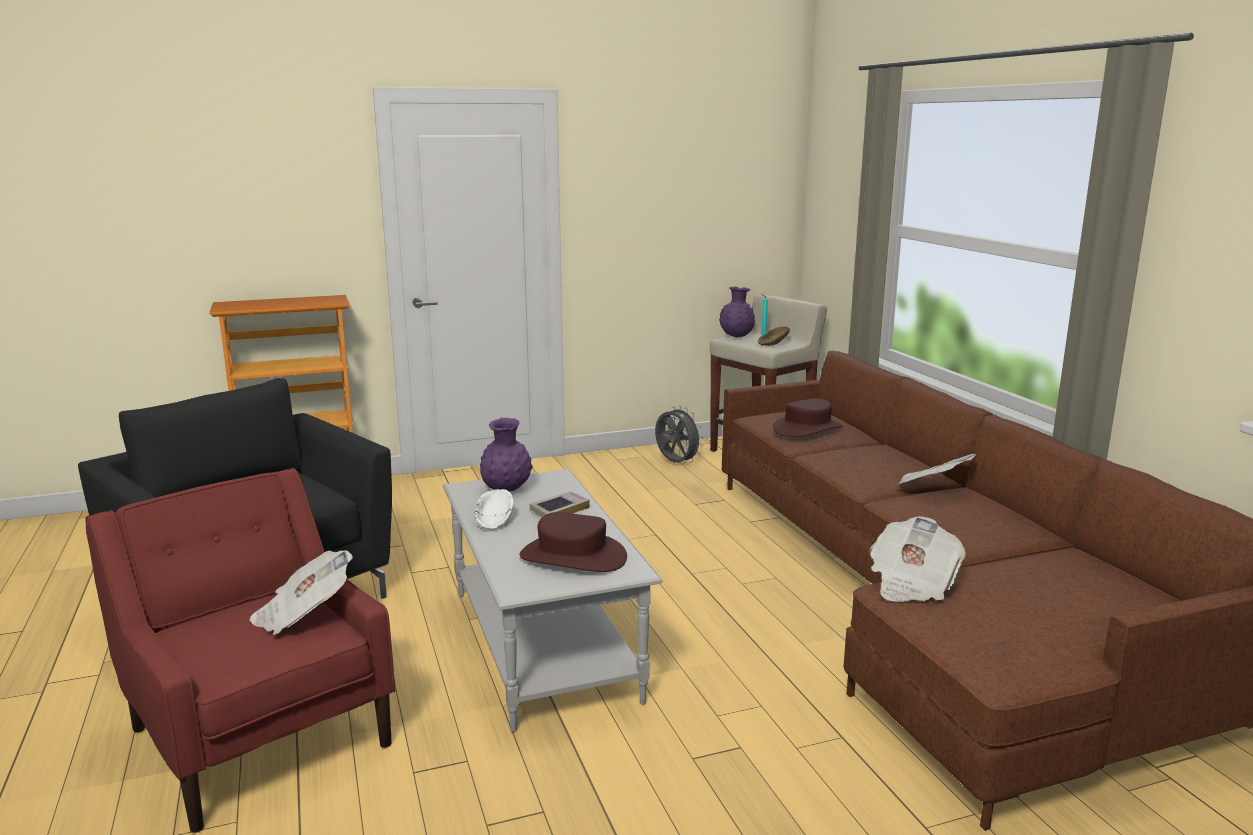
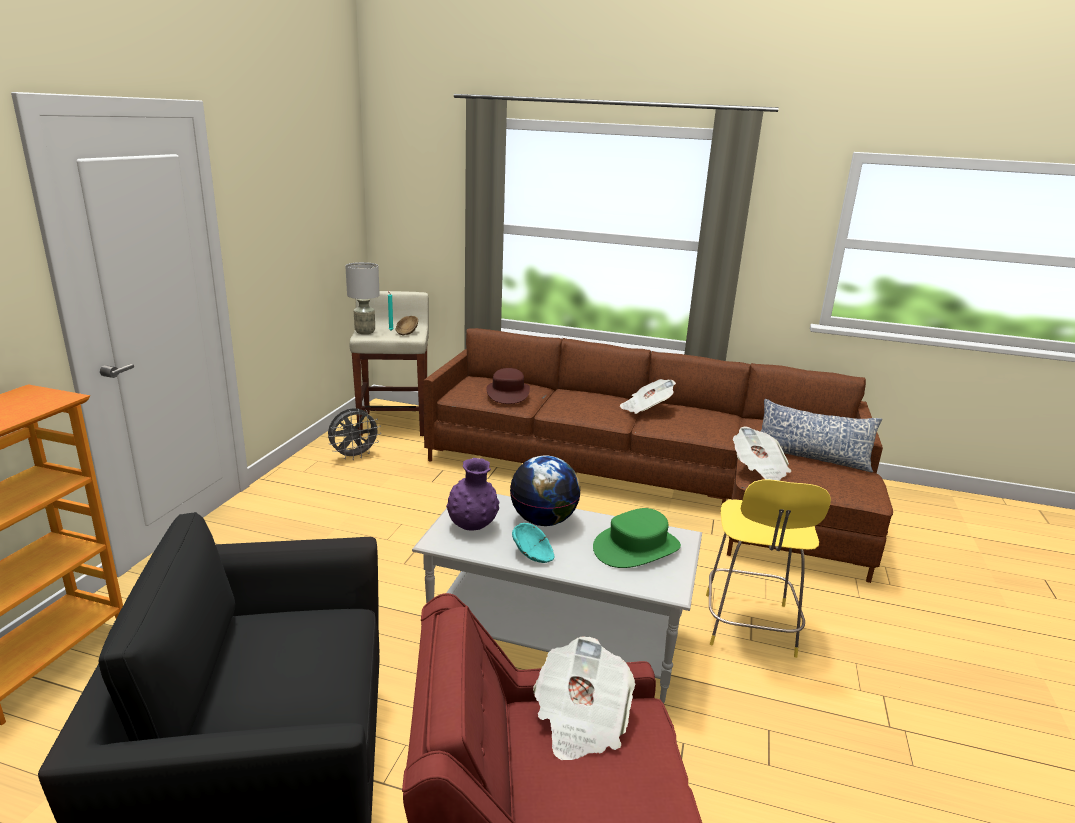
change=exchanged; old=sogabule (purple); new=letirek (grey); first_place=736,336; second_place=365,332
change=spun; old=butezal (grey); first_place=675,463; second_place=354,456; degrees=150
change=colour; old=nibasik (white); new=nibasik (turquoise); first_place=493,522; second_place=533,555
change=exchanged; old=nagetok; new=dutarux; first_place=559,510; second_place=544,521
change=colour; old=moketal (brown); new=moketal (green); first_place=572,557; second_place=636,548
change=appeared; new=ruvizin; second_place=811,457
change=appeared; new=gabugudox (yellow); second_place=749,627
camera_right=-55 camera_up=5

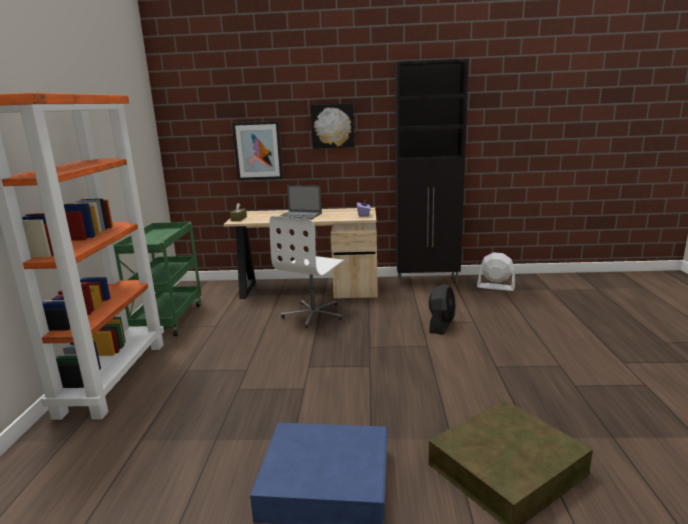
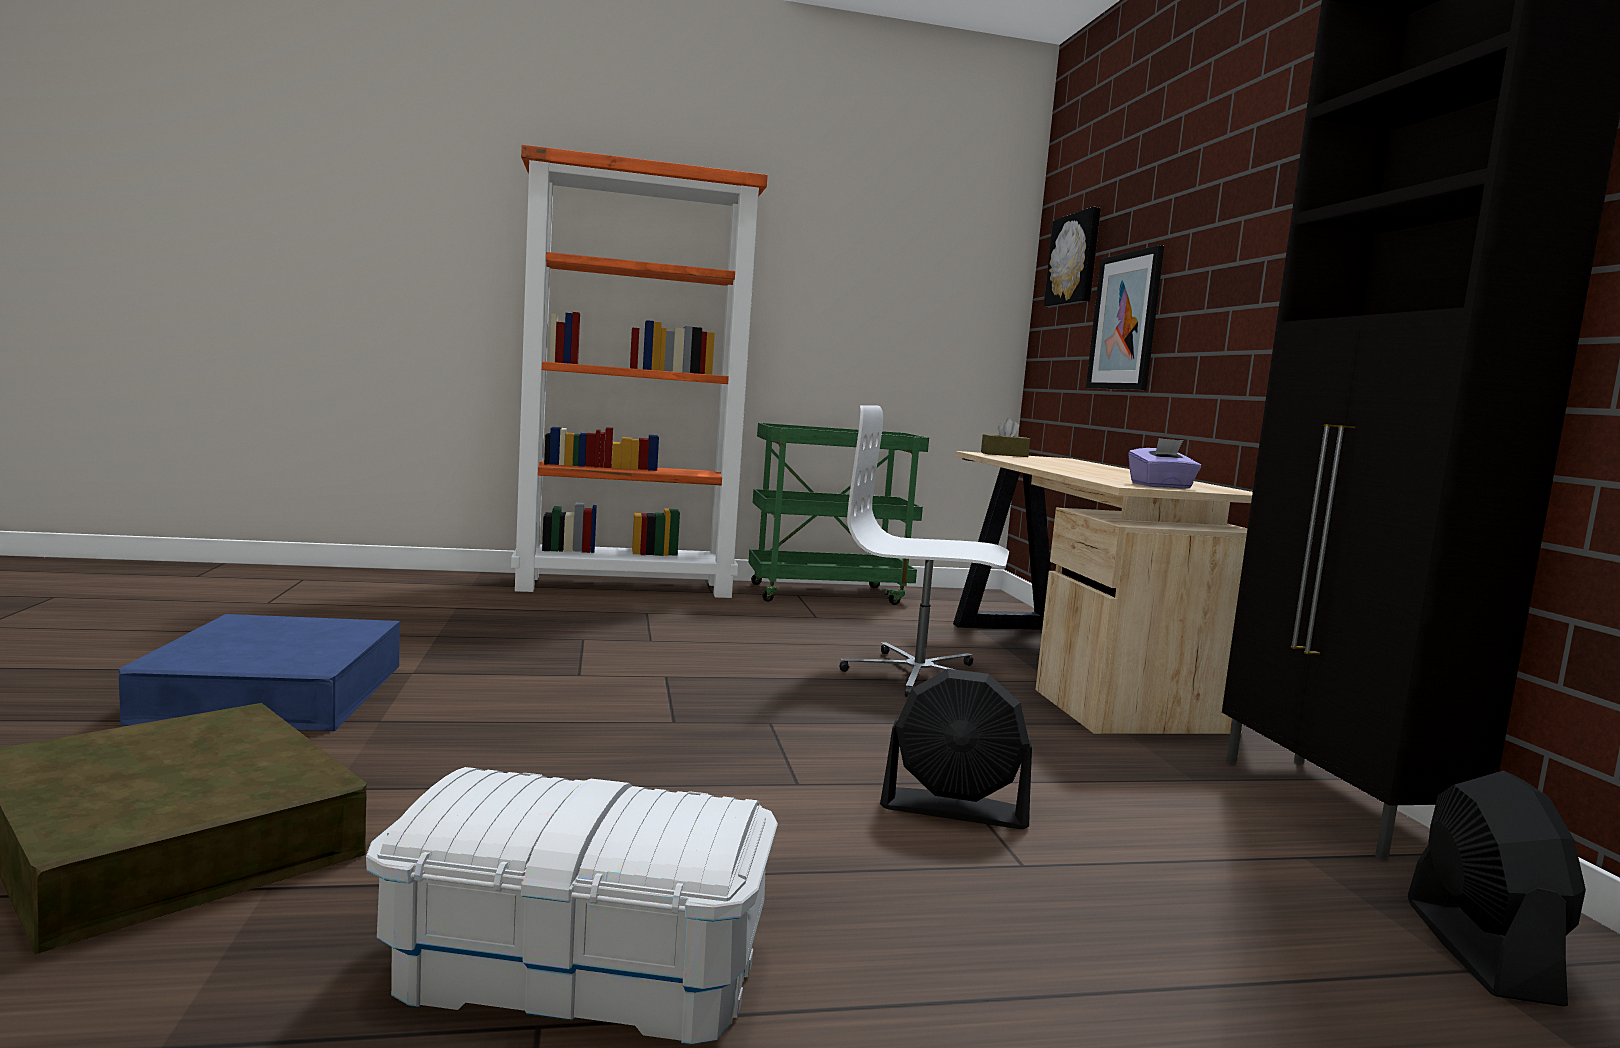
change=relocated; old=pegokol; first_place=333,126; second_place=1075,259
change=missing; old=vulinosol; first_place=300,215
change=colour; old=butezal (white); new=butezal (black); first_place=495,287; second_place=1479,949
change=appeared; new=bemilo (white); second_place=577,971
camera_right=75 camera_up=-10

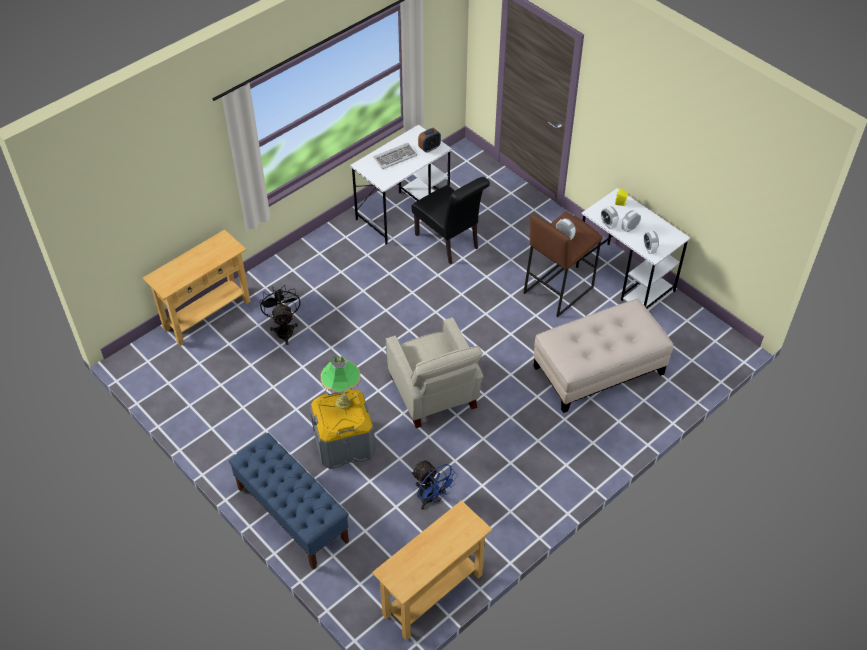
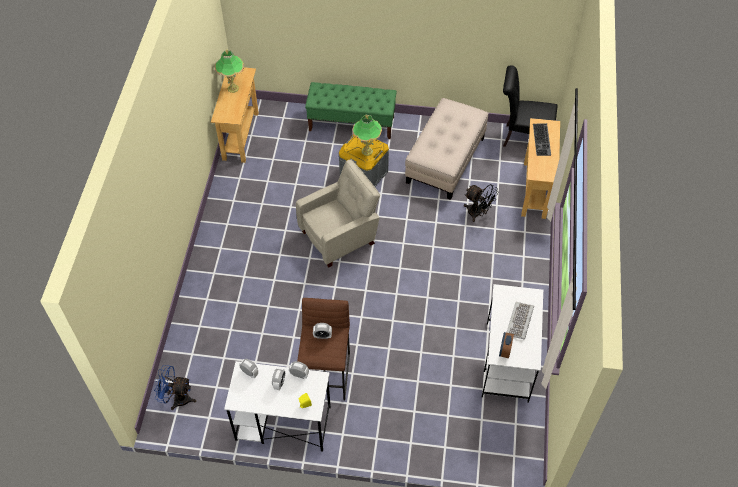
change=relocated; old=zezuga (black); first_place=449,243; second_place=523,138
change=relocated; old=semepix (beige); first_place=598,370; second_place=445,160
change=spun; old=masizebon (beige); first_place=434,394; second_place=340,236; degrees=120
change=colour; old=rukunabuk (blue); new=rukunabuk (green); first_place=292,515; second_place=352,123
change=relocated; old=butezal (blue); first_place=431,498; second_place=177,398
change=appeared; new=letirek; second_place=233,88
change=appeared; new=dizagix; second_place=542,140
camera_right=140 camera_up=5

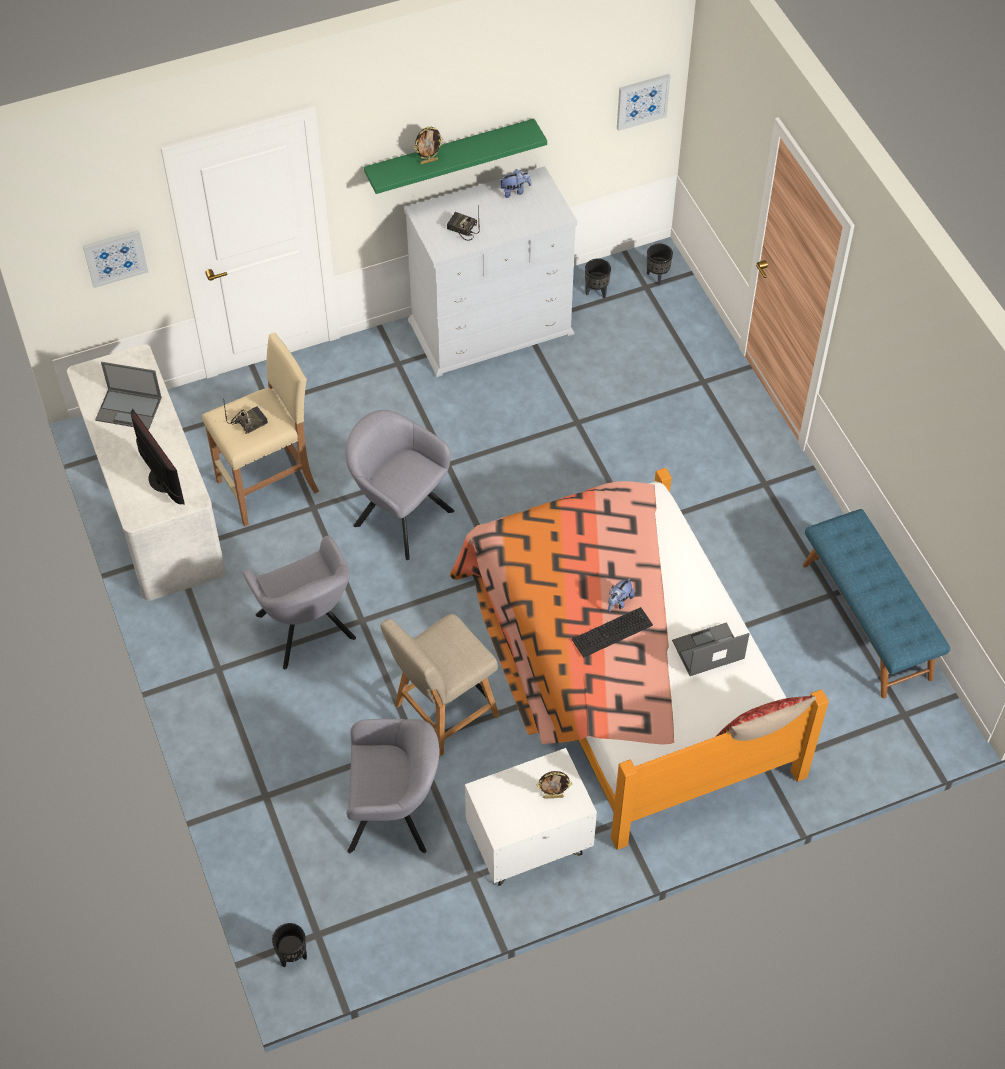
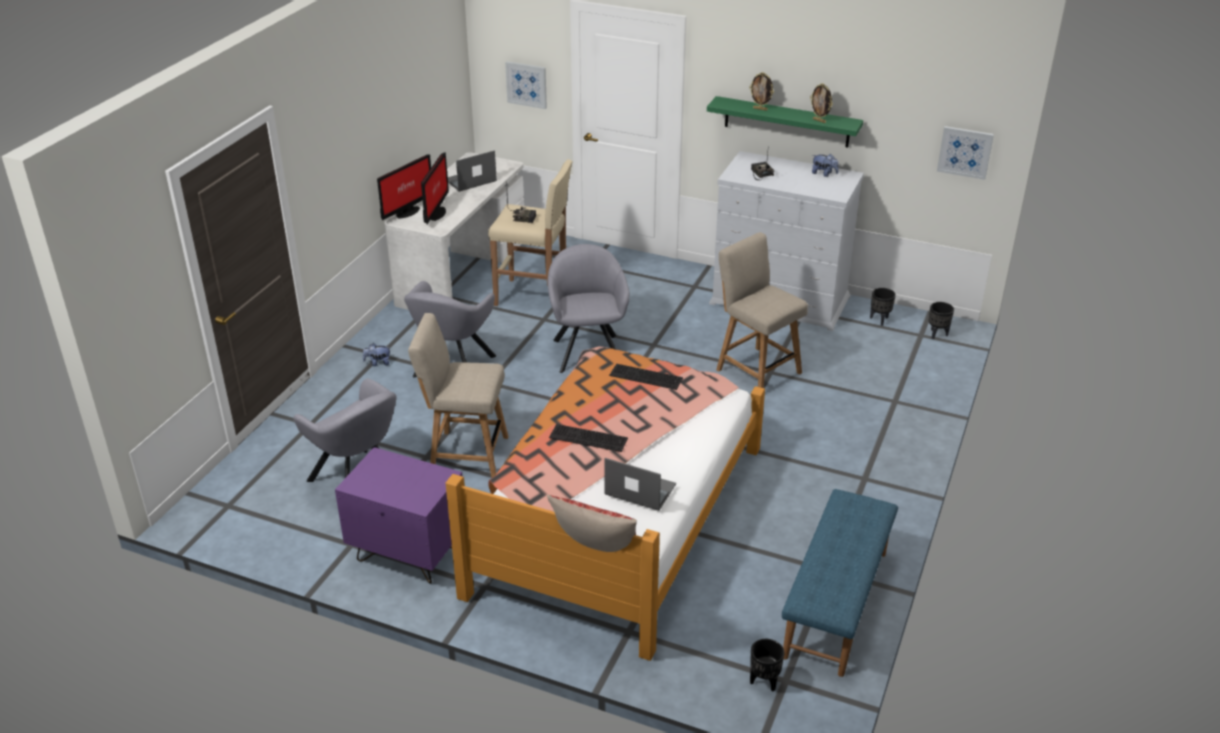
change=spun; old=vulinosol; first_place=129,409; second_place=470,180; degrees=90
change=relocated; old=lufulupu; first_place=619,602; second_place=378,363
change=colour; old=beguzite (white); new=beguzite (purple); first_place=528,846; second_place=407,555
change=relocated; old=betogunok; first_place=553,796; second_place=819,121
change=relocated; old=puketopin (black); first_place=293,956; second_place=764,682
change=appeared; new=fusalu; second_place=406,212
change=appeared; new=zezuga (beige); second_place=755,369
change=appeared; new=dizagix; second_place=644,377
camera_right=45 camera_up=-20

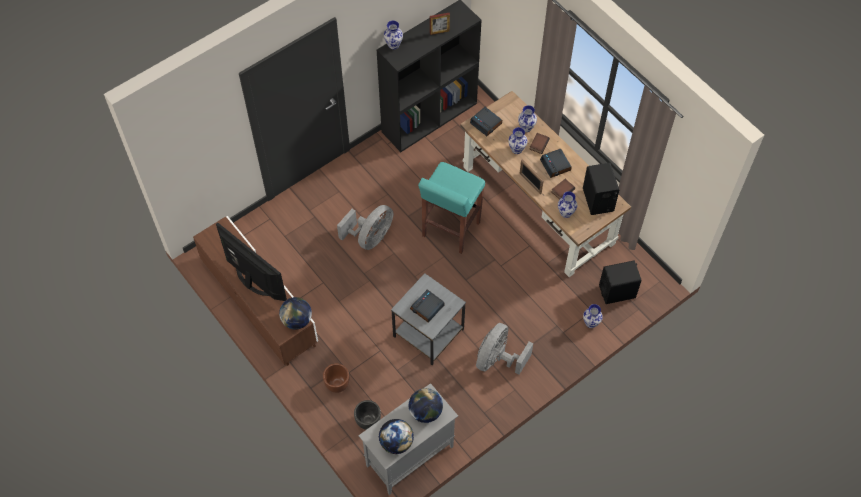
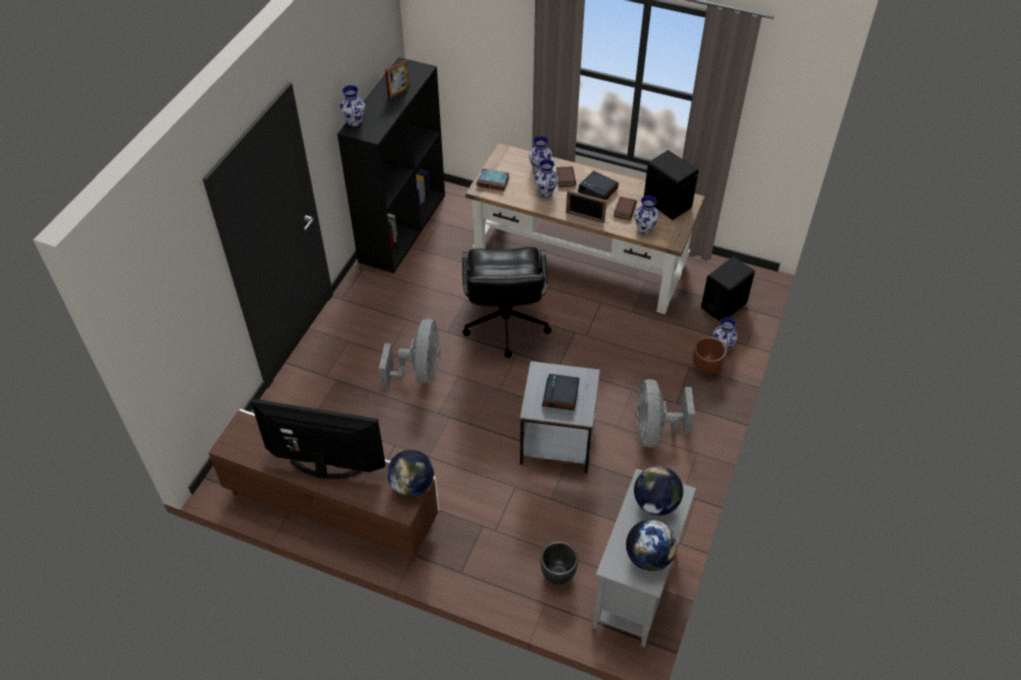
change=exchanged; old=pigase; new=nagetok; first_place=486,123; second_place=494,182
change=exchanged; old=gabugudox (turquoise); new=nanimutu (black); first_place=450,230; second_place=505,325
change=relocated; old=puketopin (brown); first_place=337,385; second_place=706,367
camera_right=-30 camera_up=-10

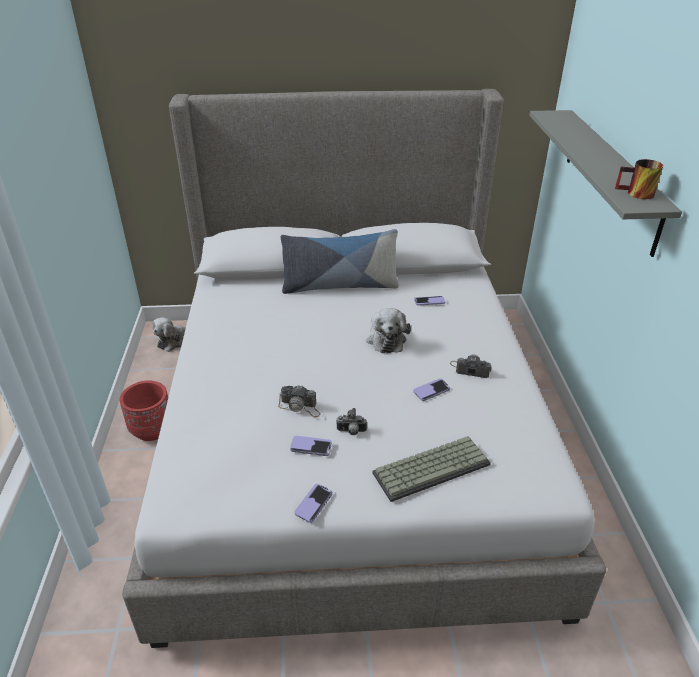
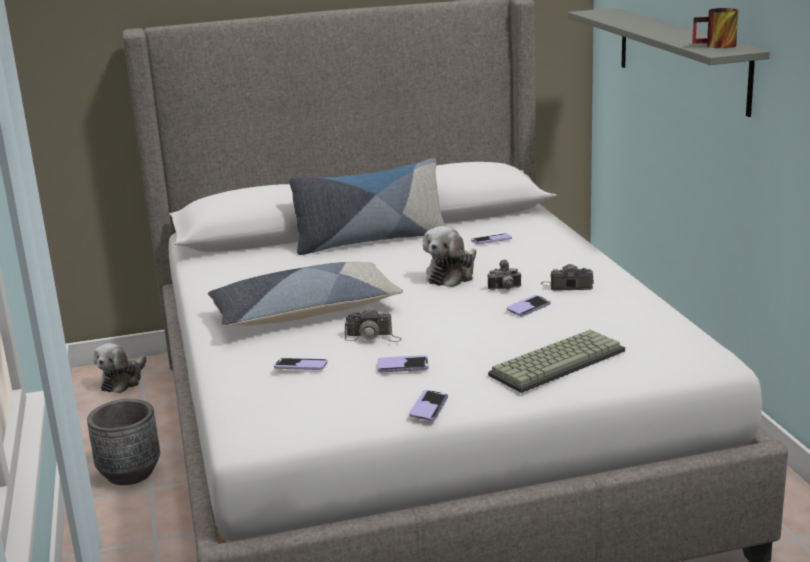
change=spun; old=lufulupu; first_place=386,339; second_place=452,275; degrees=45
change=colour; old=puketopin (red); new=puketopin (grey); first_place=152,430; second_place=130,473
change=relocated; old=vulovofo; first_place=351,432; second_place=505,289
change=appeared; new=ruvizin; second_place=304,312
change=appeared; new=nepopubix; second_place=301,366
camera_right=-10 camera_up=-15

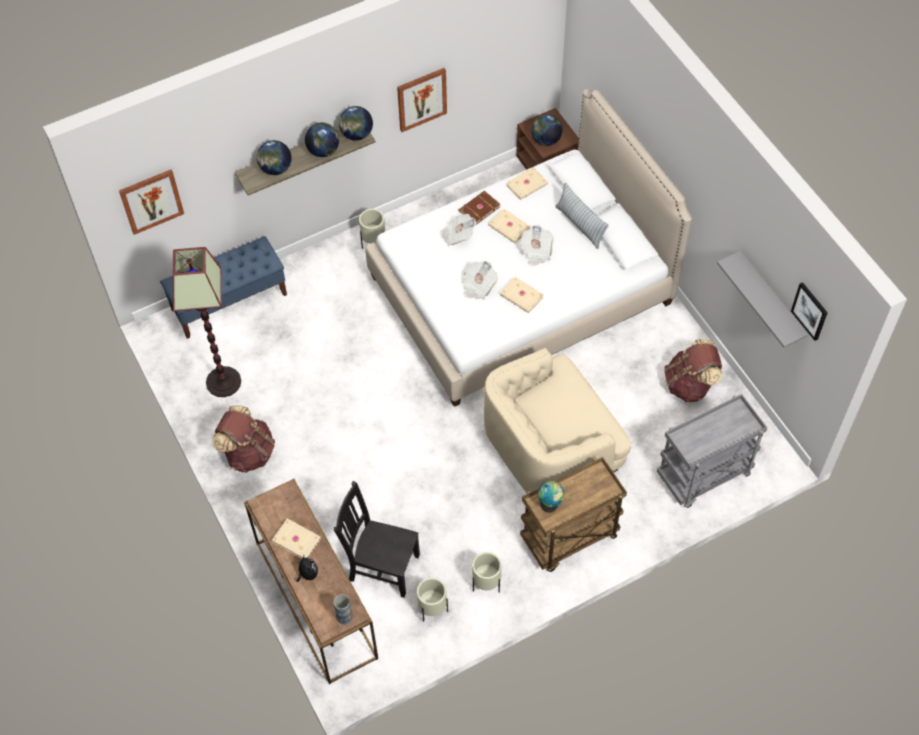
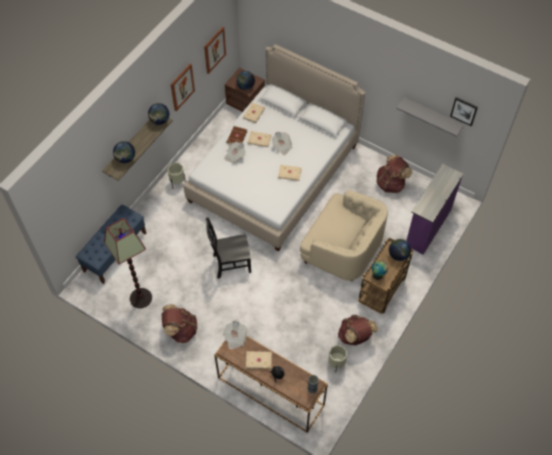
change=relocated; old=dutarux; first_place=323,151; second_place=398,255
change=relocated; old=pegokol; first_place=151,201; second_place=214,50
change=missing; old=ruvizin; first_place=580,225
change=relocated; old=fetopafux; first_place=478,286; second_place=235,338
change=spun; old=masizebon (beige); first_place=551,447; second_place=342,248; degrees=-90
change=exchanged; old=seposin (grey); new=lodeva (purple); first_place=703,476; second_place=427,227
change=relocated; old=zezuga (black); first_place=381,566; second_place=230,263
change=exchanged; old=puketopin (beige); new=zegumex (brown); first_place=486,584; second_place=355,337
camera_right=-30 camera_up=0

